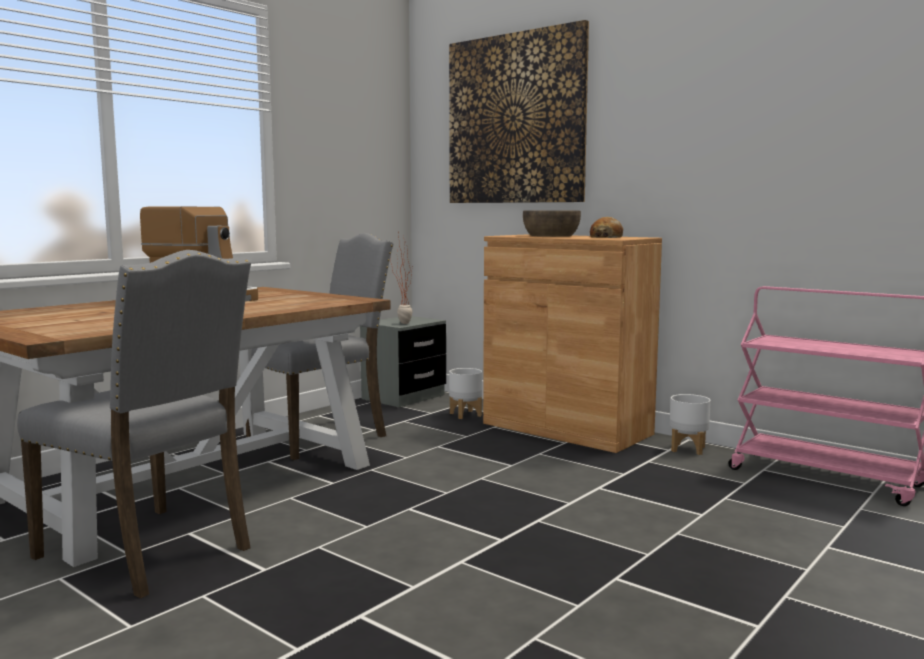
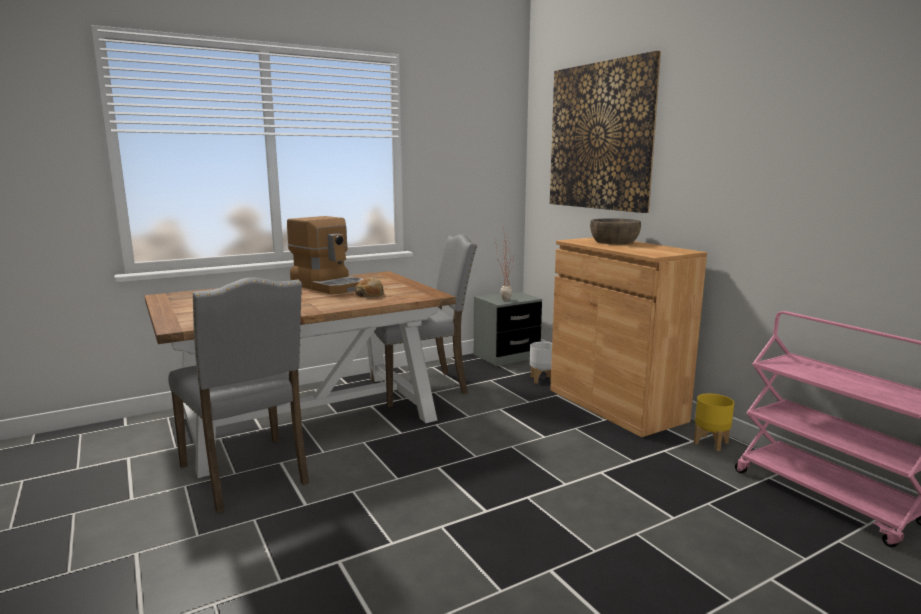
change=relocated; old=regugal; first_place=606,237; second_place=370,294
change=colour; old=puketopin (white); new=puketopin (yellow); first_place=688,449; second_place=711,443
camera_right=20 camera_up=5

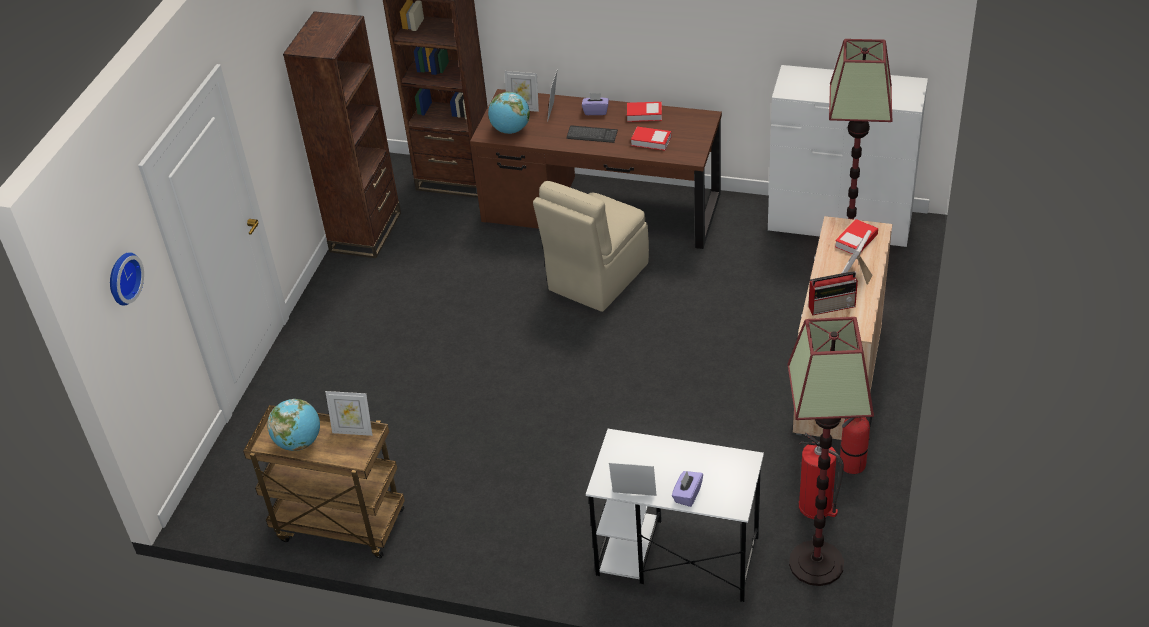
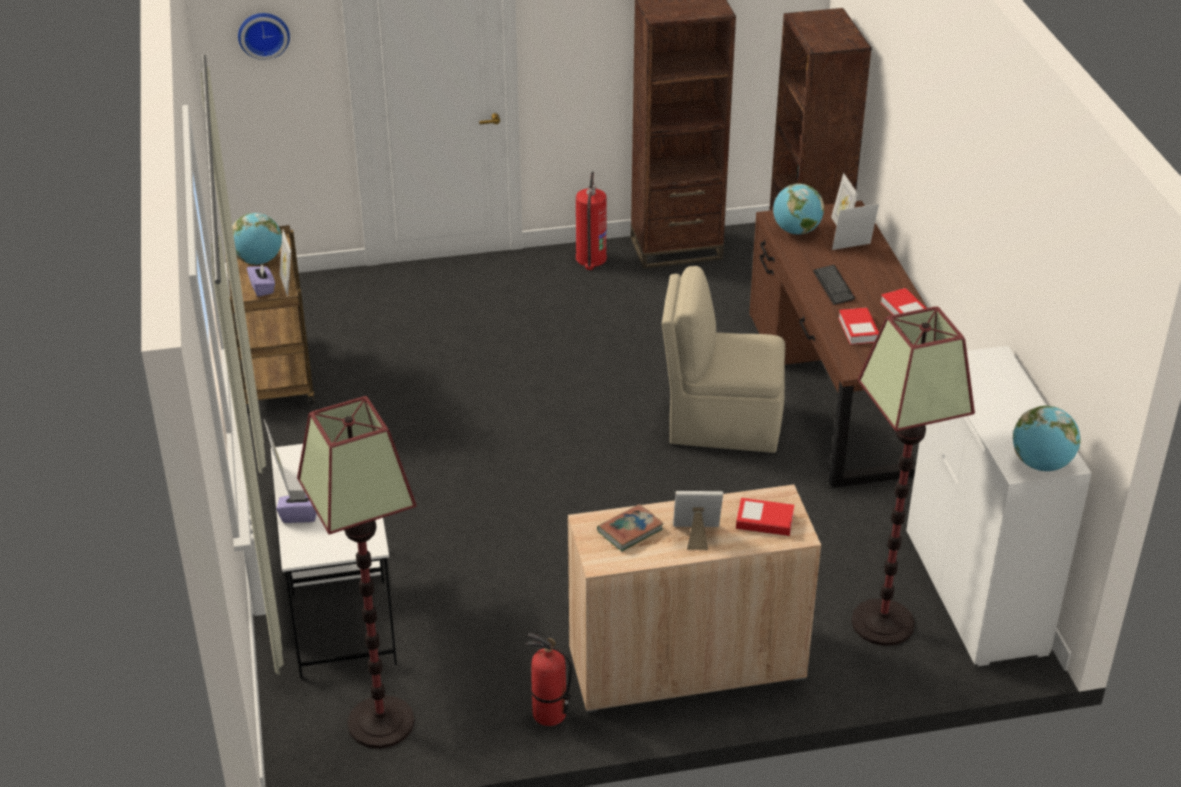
change=relocated; old=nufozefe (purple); first_place=596,111; second_place=262,288
change=exchanged; old=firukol; new=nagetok; first_place=832,306; second_place=630,530
change=relocated; old=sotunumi; first_place=816,507; second_place=590,259
change=appeared; new=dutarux; second_place=1041,464
camera_right=60 camera_up=-5

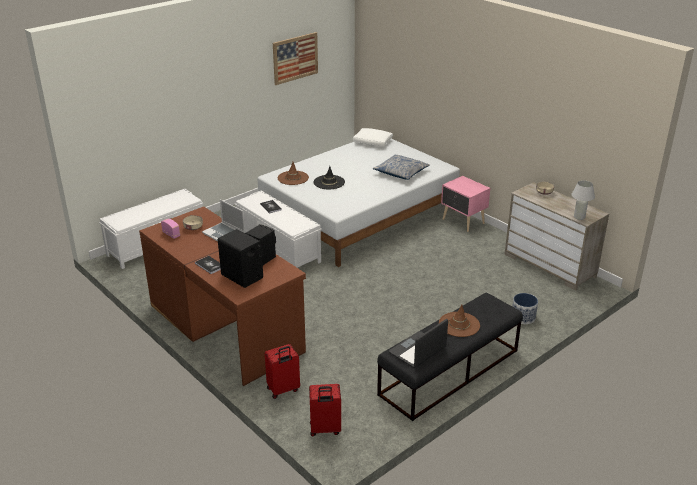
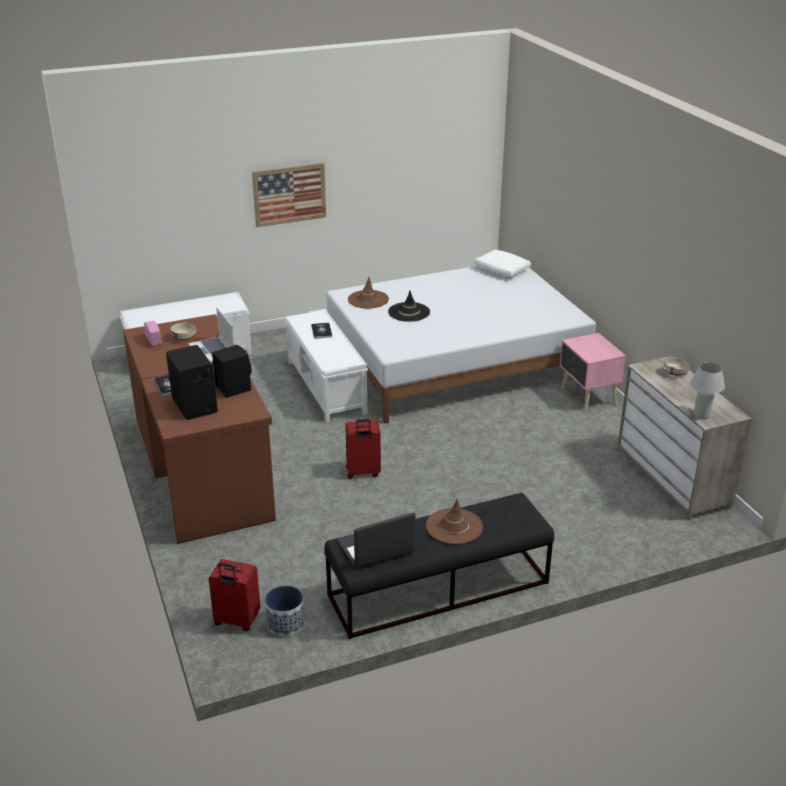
change=relocated; old=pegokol; first_place=295,58; second_place=289,194
change=missing; old=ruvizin; first_place=401,172
change=relocated; old=puketopin; first_place=523,317; second_place=286,624
change=relocated; old=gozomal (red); first_place=283,390; second_place=363,472
camera_right=20 camera_up=0

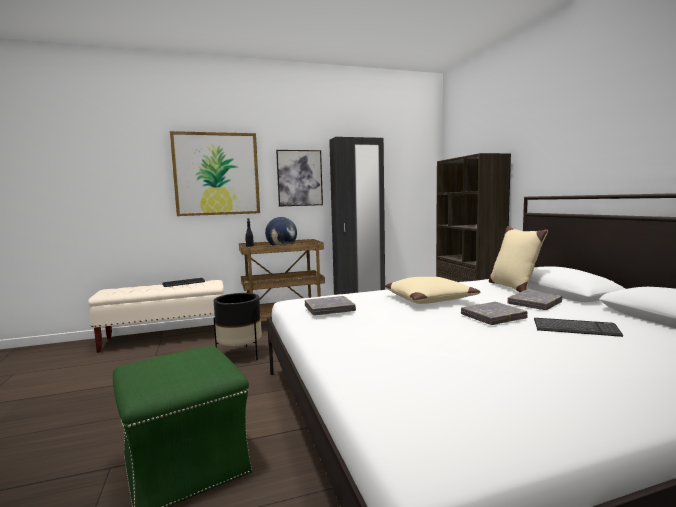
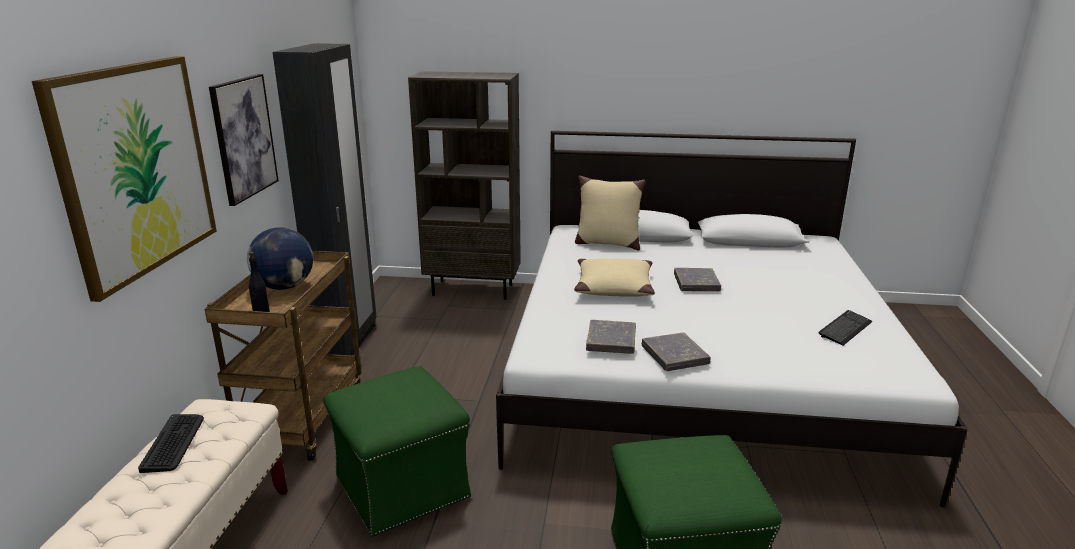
change=relocated; old=nagetok (grey); first_place=534,303; second_place=674,356
change=exchanged; old=puketopin (black); new=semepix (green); first_place=240,355; second_place=401,486
change=relocated; old=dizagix; first_place=575,329; second_place=845,329
camera_right=-65 camera_up=15

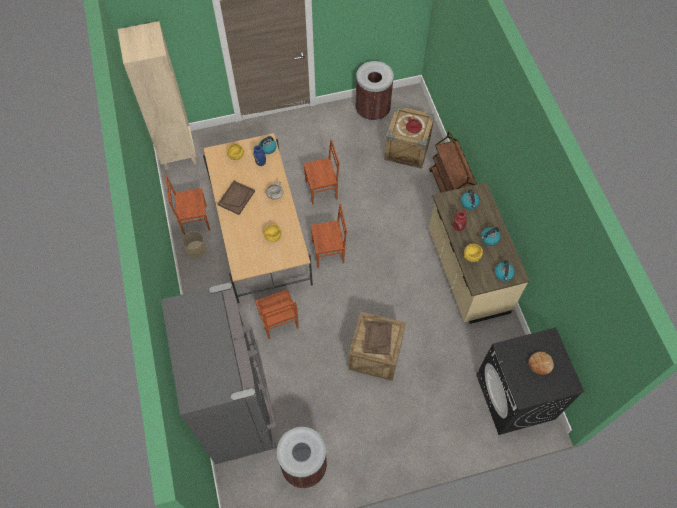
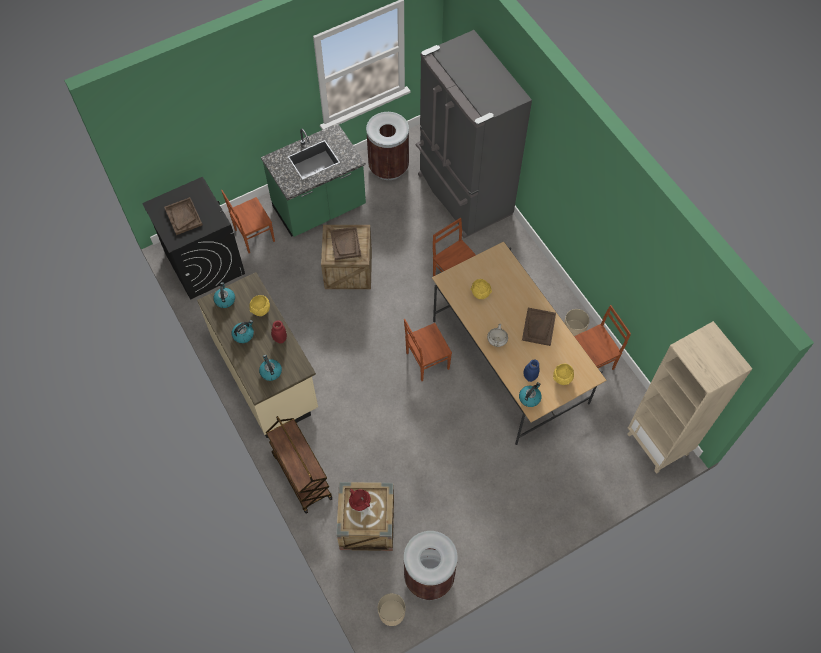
change=relocated; old=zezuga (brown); first_place=322,190; second_place=253,235
change=exchanged; old=regugal; new=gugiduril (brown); first_place=540,364; second_place=183,217
change=appeared; new=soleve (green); second_place=319,208
change=appeared; new=puketopin (beige); second_place=392,612
camera_right=165 camera_up=0

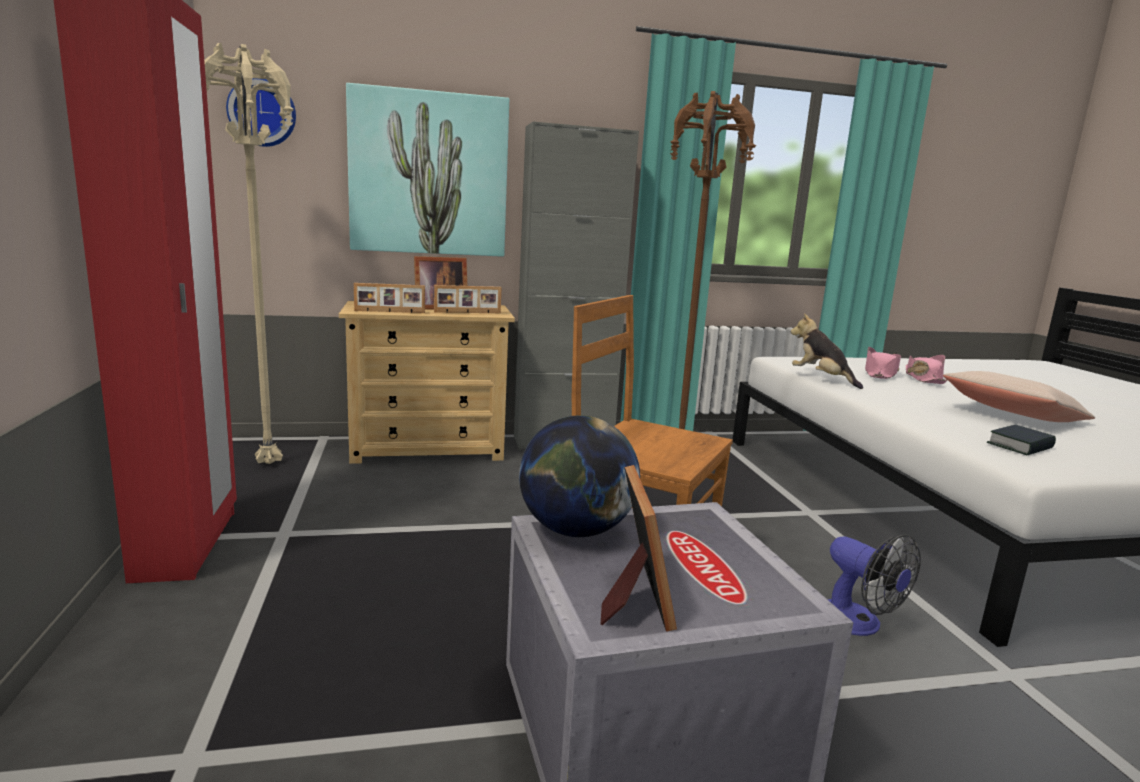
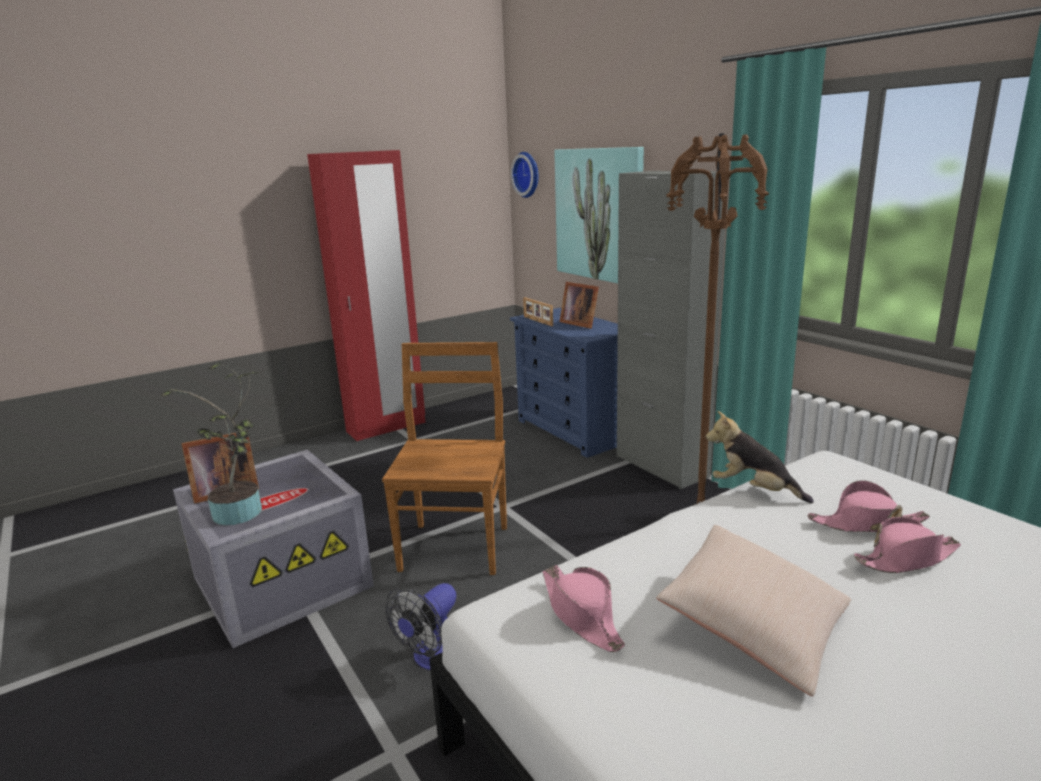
change=missing; old=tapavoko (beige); first_place=267,465
change=missing; old=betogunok; first_place=467,312
change=colour; old=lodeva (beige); new=lodeva (blue); first_place=429,448; second_place=574,430
change=spun; old=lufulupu; first_place=821,378; second_place=753,490; degrees=-90
change=missing; old=dutarux; first_place=575,530
change=exchanged; old=nagetok; new=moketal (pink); first_place=1020,446; second_place=581,614
change=appeared; new=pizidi; second_place=240,515
camera_right=70 camera_up=5

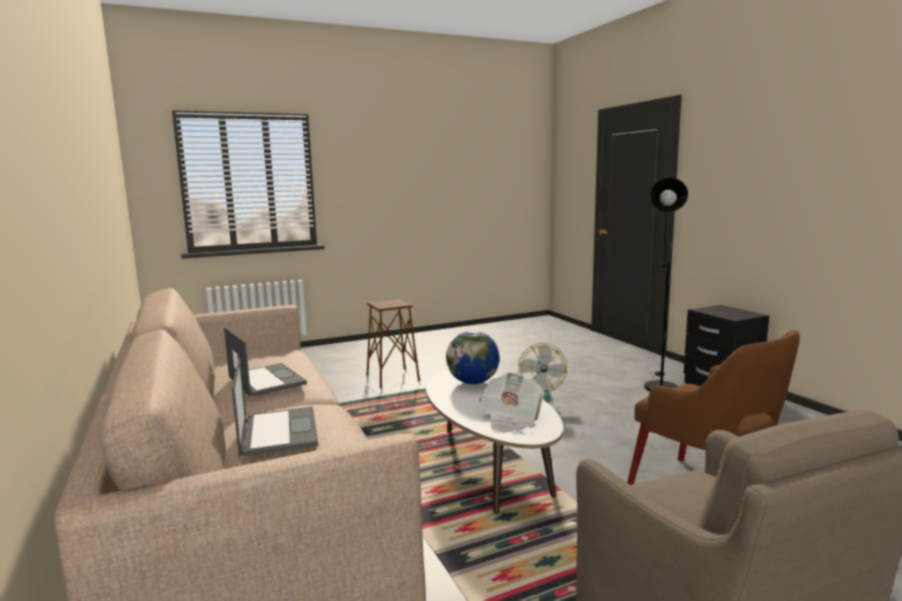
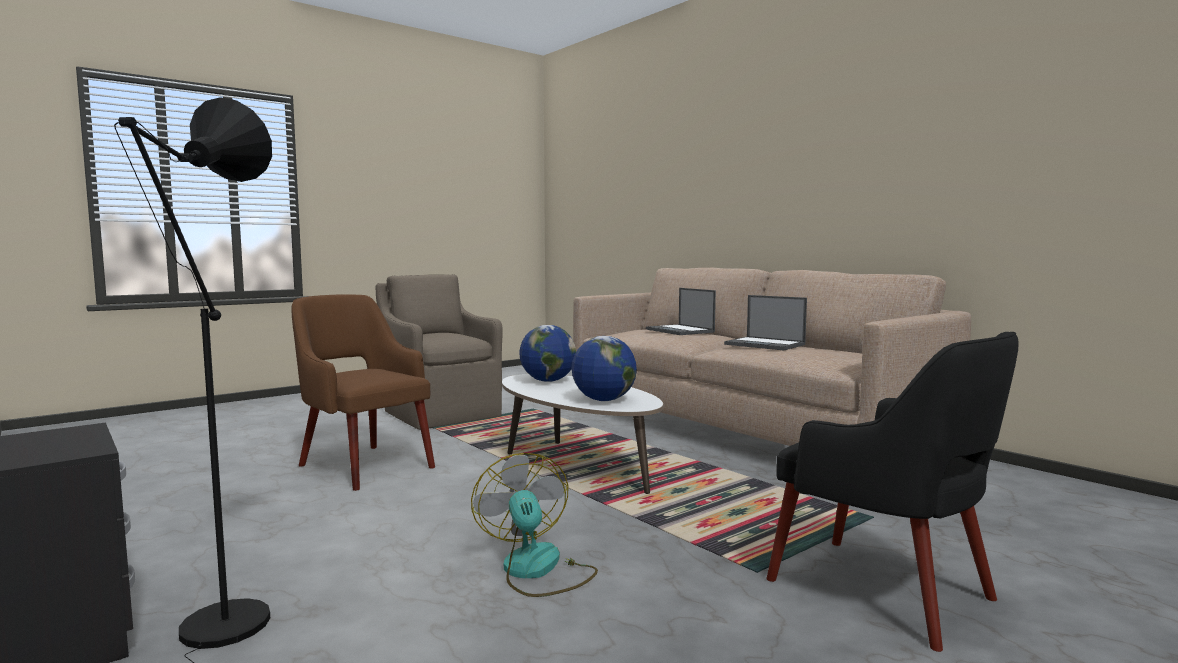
change=exchanged; old=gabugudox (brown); new=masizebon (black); first_place=393,378; second_place=885,591
change=exchanged; old=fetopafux; new=dutarux; first_place=510,419; second_place=548,381
camera_right=165 camera_up=-5

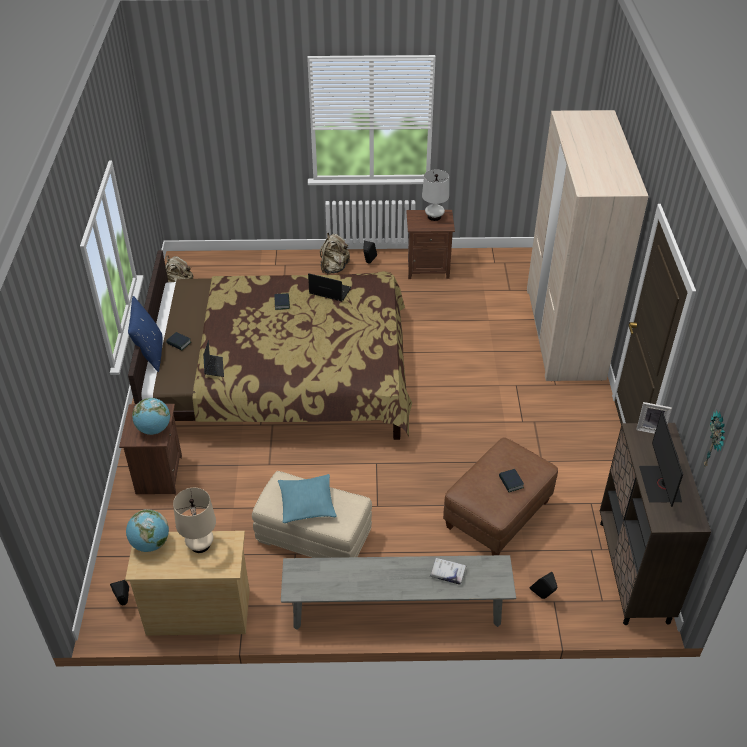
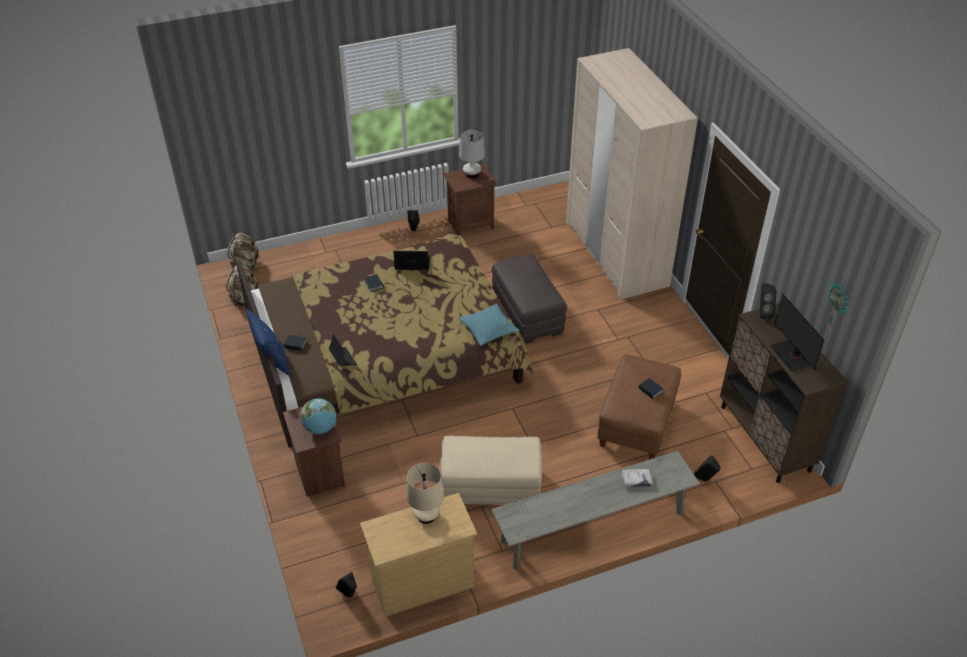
change=relocated; old=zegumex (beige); first_place=334,268; second_place=245,266
change=exchanged; old=betogunok; new=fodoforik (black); first_place=650,428; second_place=763,313
change=relocated; old=ruvizin (turquoise); first_place=307,503; second_place=488,329
change=missing; old=dutarux; first_place=150,543
change=appeared; new=semepix (grey); second_place=526,313
camera_right=-20 camera_up=0

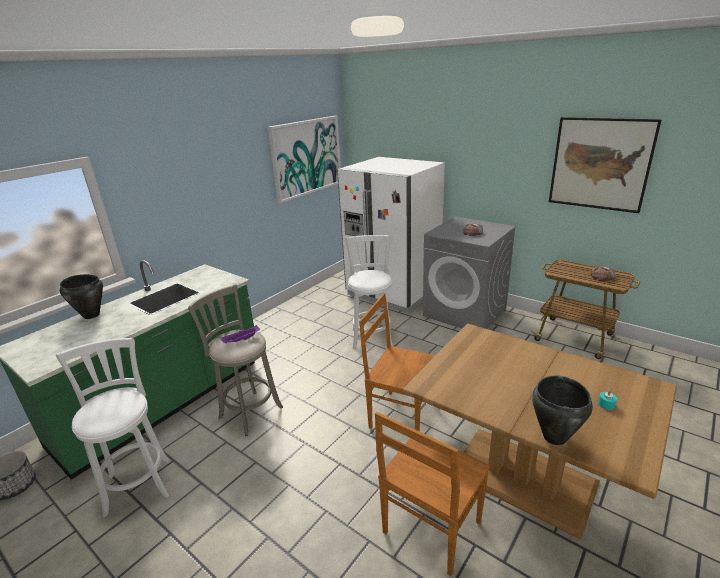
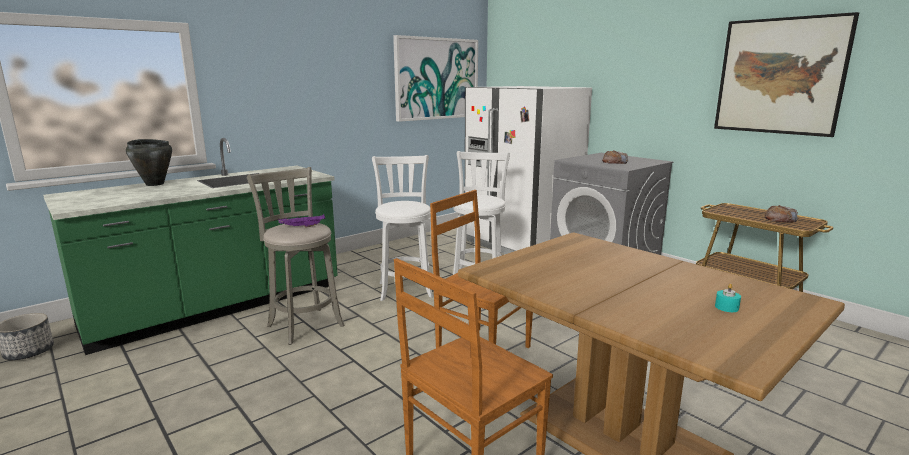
change=relocated; old=gabugudox (white); first_place=138,483; second_place=405,288
change=missing; old=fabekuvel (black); first_place=554,437
camera_right=10 camera_up=-10

